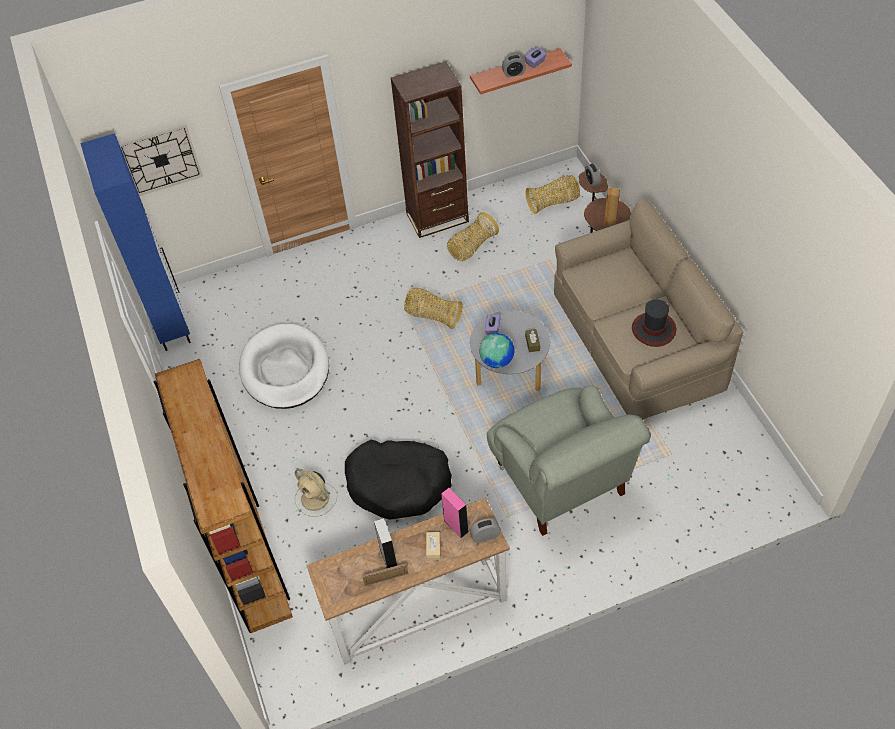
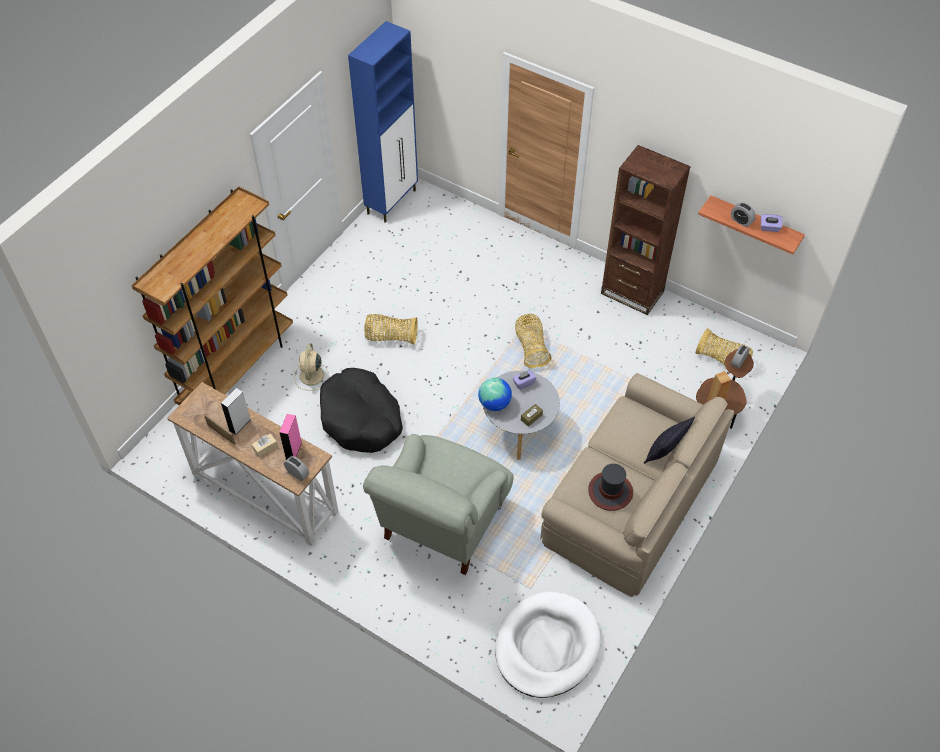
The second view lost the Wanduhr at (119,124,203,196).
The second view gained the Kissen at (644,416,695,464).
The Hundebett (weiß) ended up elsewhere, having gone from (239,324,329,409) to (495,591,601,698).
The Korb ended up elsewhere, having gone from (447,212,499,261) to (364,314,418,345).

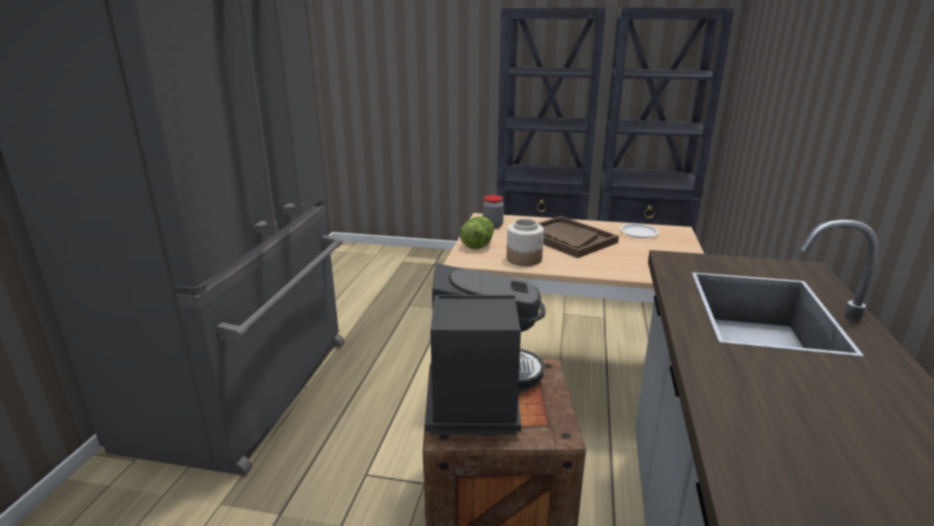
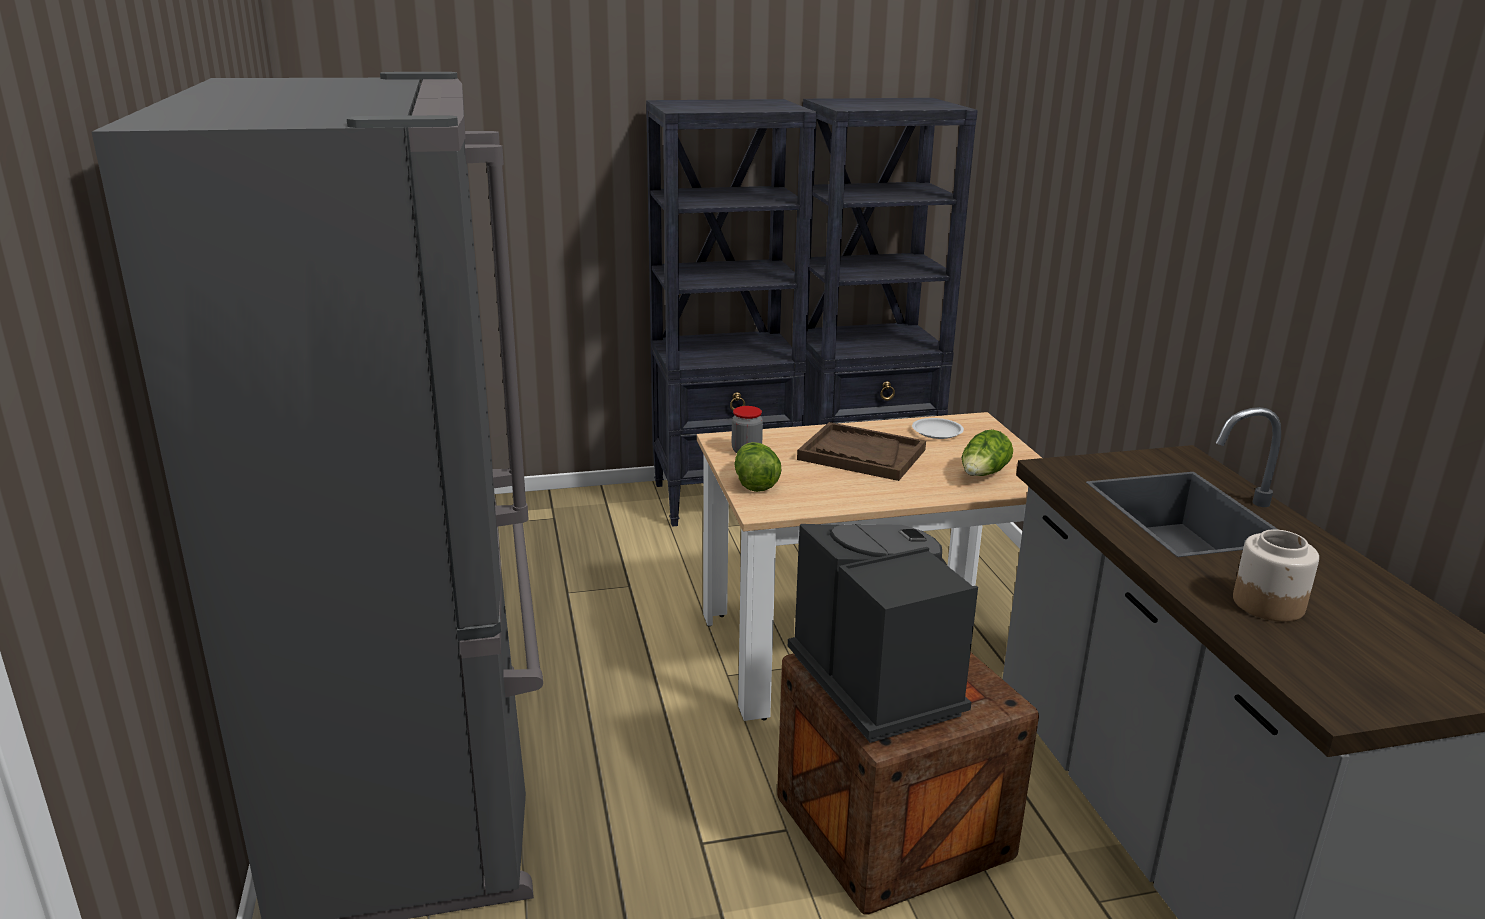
The second view gained the Salatkopf at (962,429,1013,476).
The Vorratsglas ended up elsewhere, having gone from (507,219,544,266) to (1233,529,1319,622).

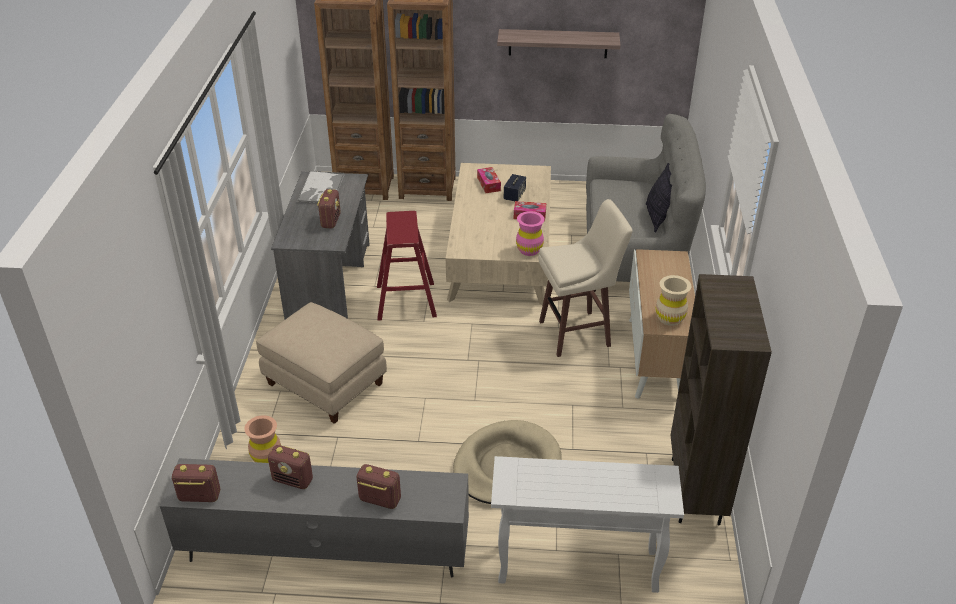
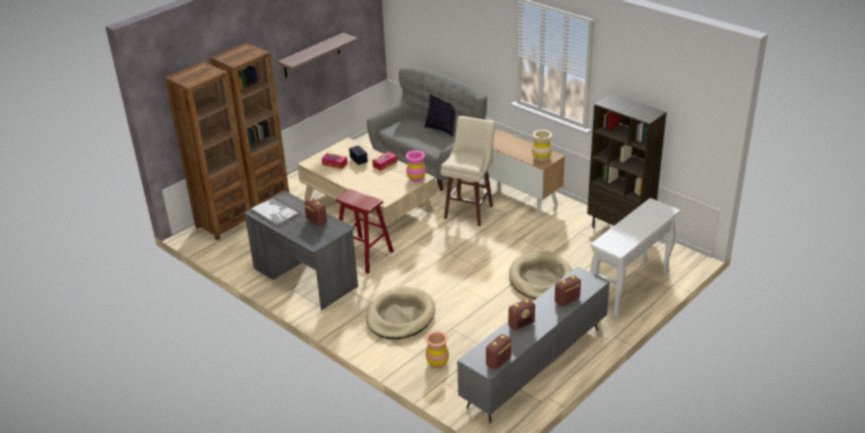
Where the Polsterhocker (beige) stood at (256,302,387,424), the Hundebett (beige) came to stand at (366,287,435,339).

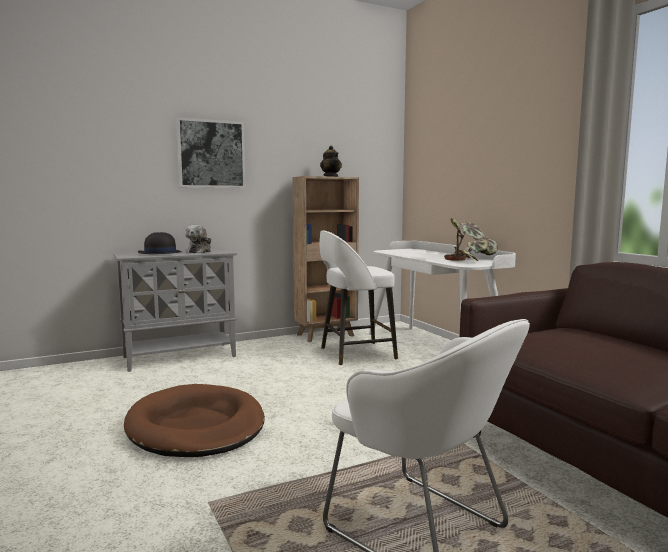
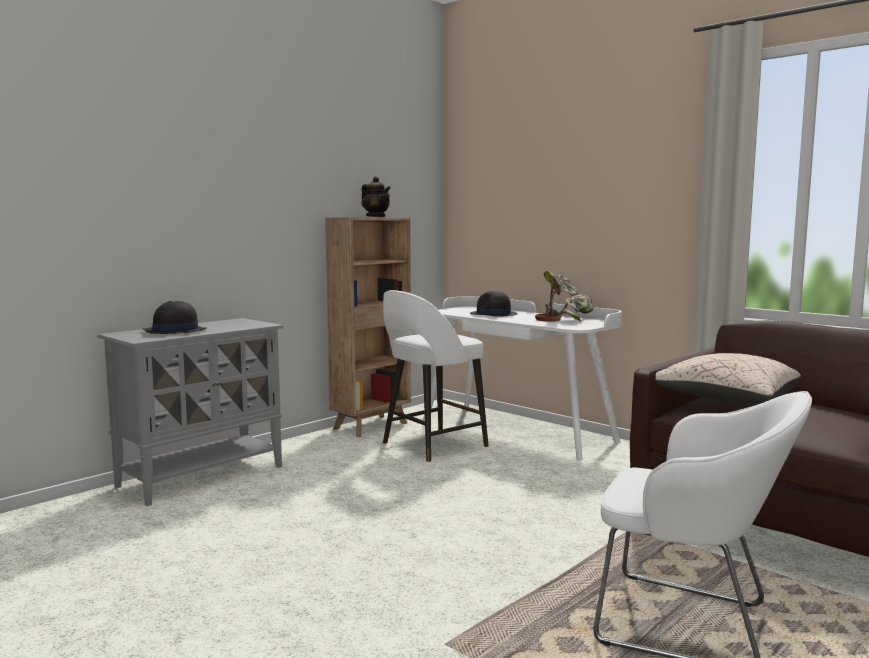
The second view lost the Hundebett (braun) at (124,384,265,457).
The second view lost the Bild at (176,117,246,188).
The second view lost the Plüschtier at (185,225,211,253).
The second view gained the Hut (schwarz) at (470,291,518,317).
The second view gained the Kissen (beige) at (656,353,801,405).

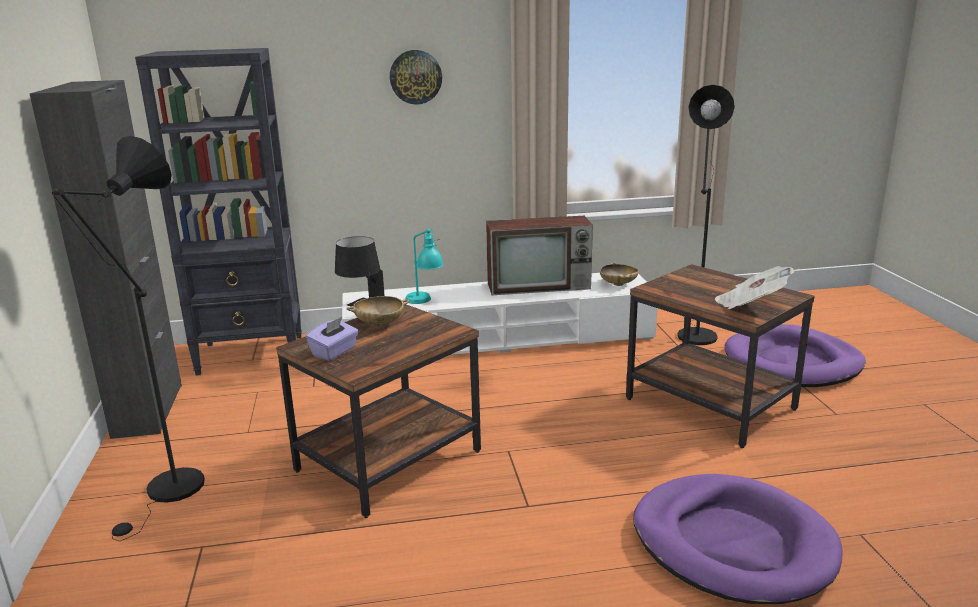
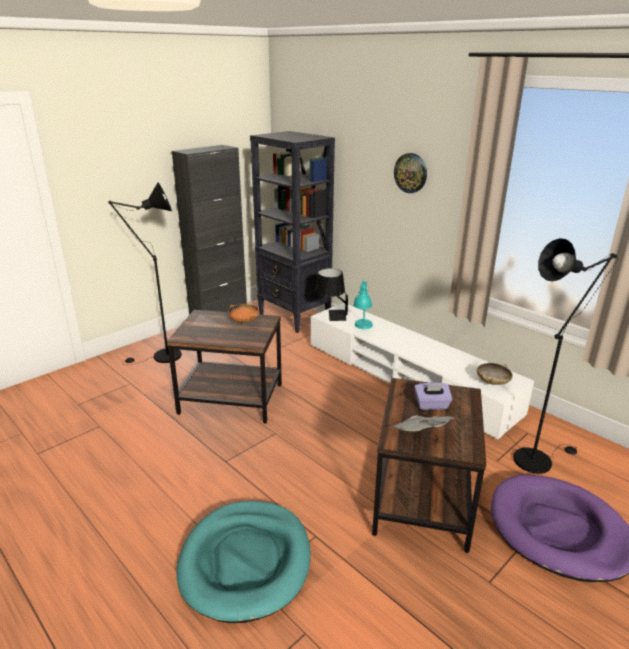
The second view lost the Fernseher at (486,216,593,295).
The Taschentuchbox (lila) ended up elsewhere, having gone from (306,317,359,361) to (414,382,453,410).
What was the Schüssel (beige) at (347,296,409,327) turned into the Schüssel (orange) at (228,304,259,324).
What was the Hundebett (lila) at (633,474,843,604) turned into the Hundebett (türkis) at (176,501,311,623).

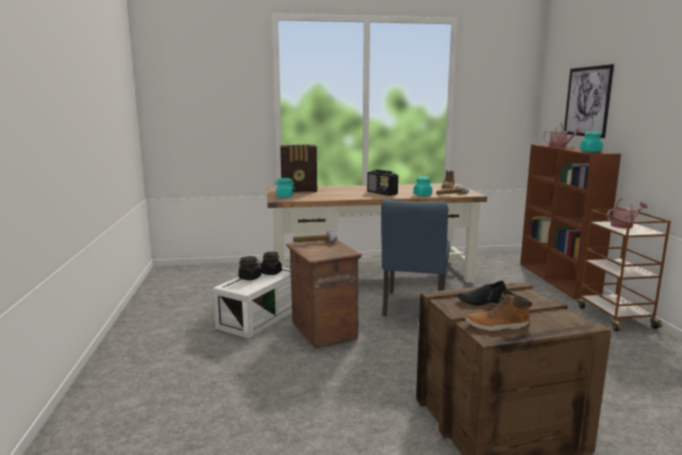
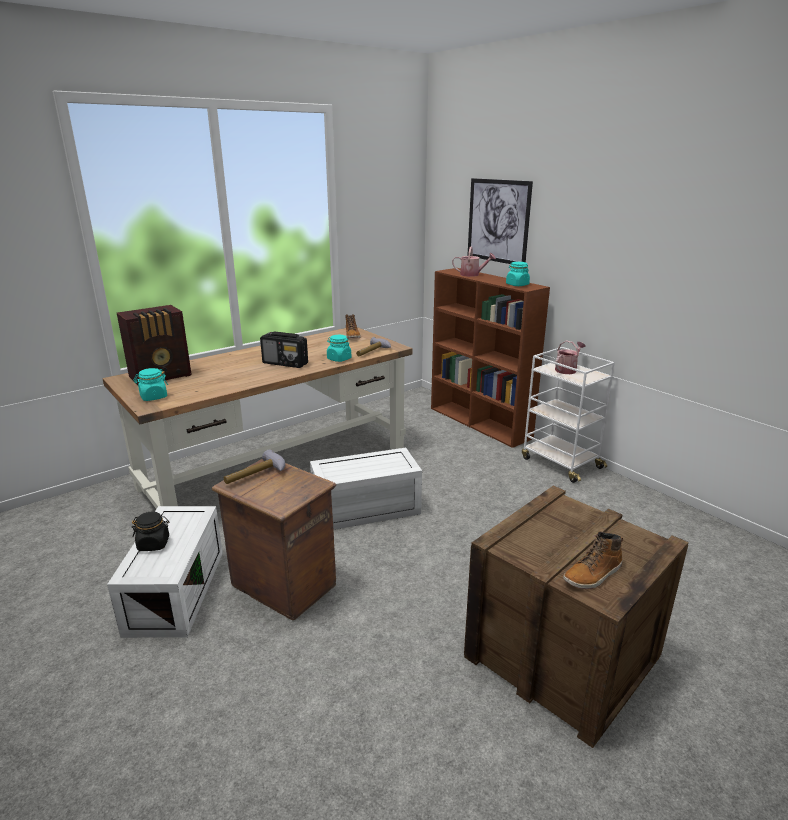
The second view lost the Vorratsglas (schwarz) at (260,252,282,275).
The second view lost the Schuh (schwarz) at (457,281,507,306).
Where the Stuhl (blau) stood at (381,199,450,316), the Aufbewahrungsbox (weiß) came to stand at (310,448,422,530).
What was the Rollwagen (braun) at (578,209,671,331) turned into the Rollwagen (weiß) at (522,347,615,483).

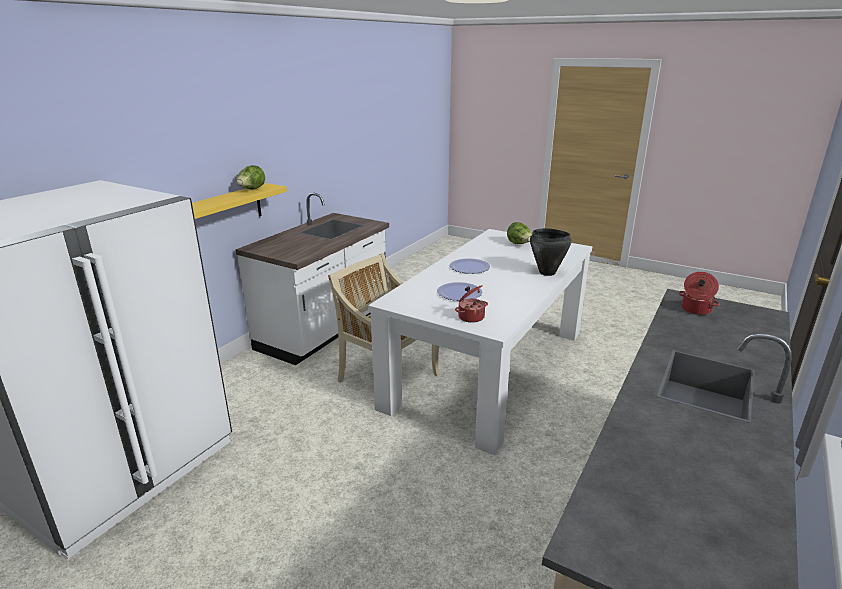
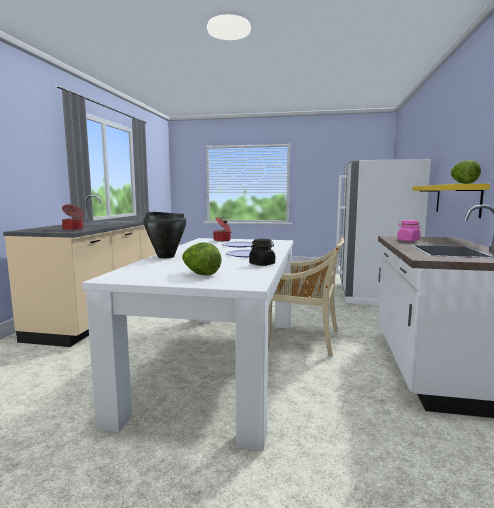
The second view gained the Vorratsglas (schwarz) at (249,239,275,266).
The second view gained the Vorratsglas (rosa) at (397,220,420,241).

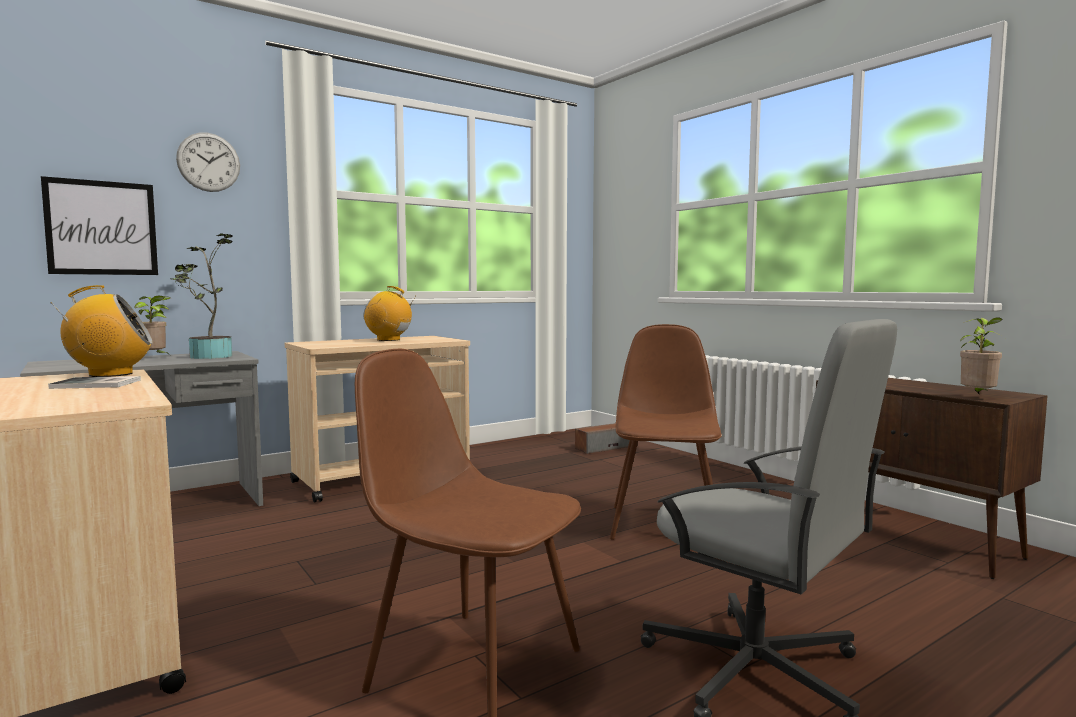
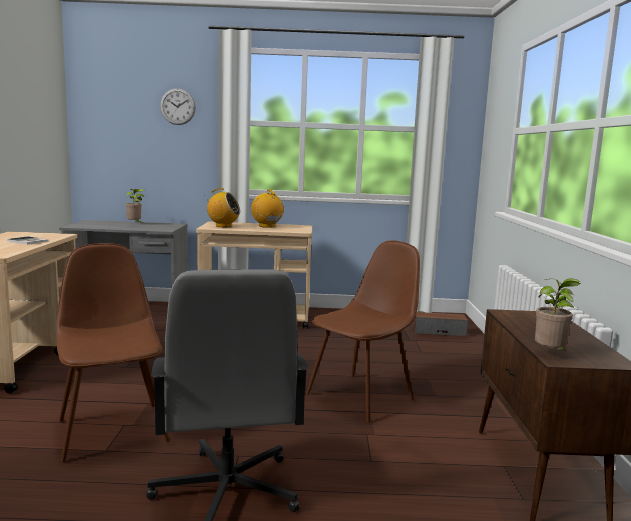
The second view lost the Bild at (41,176,158,275).
The second view lost the Topfpflanze at (170,233,233,359).
The Radio ended up elsewhere, having gone from (51,285,153,377) to (204,188,240,227).

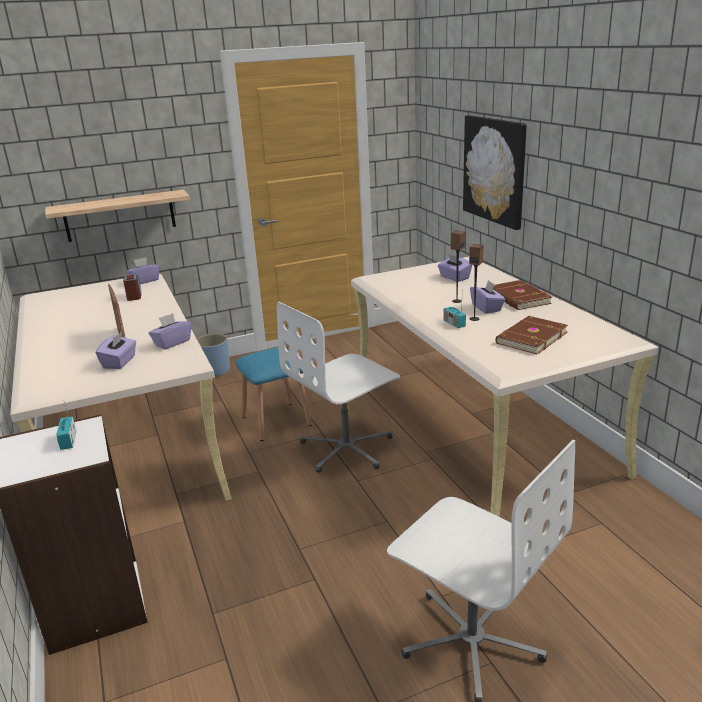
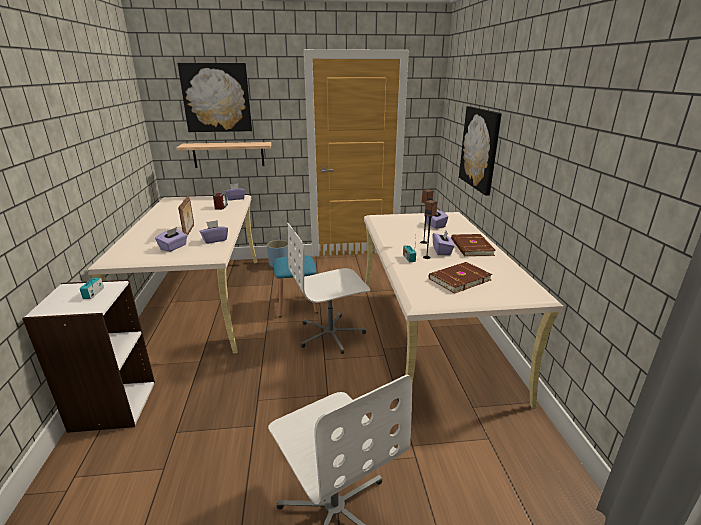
The second view gained the Bild at (178,63,252,132).

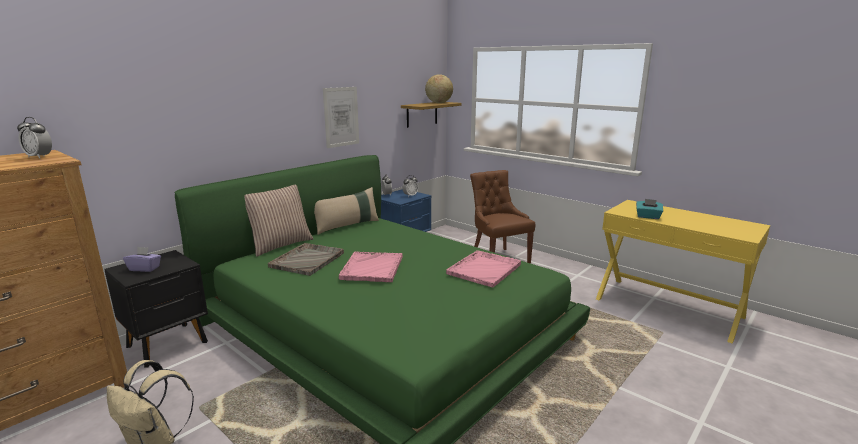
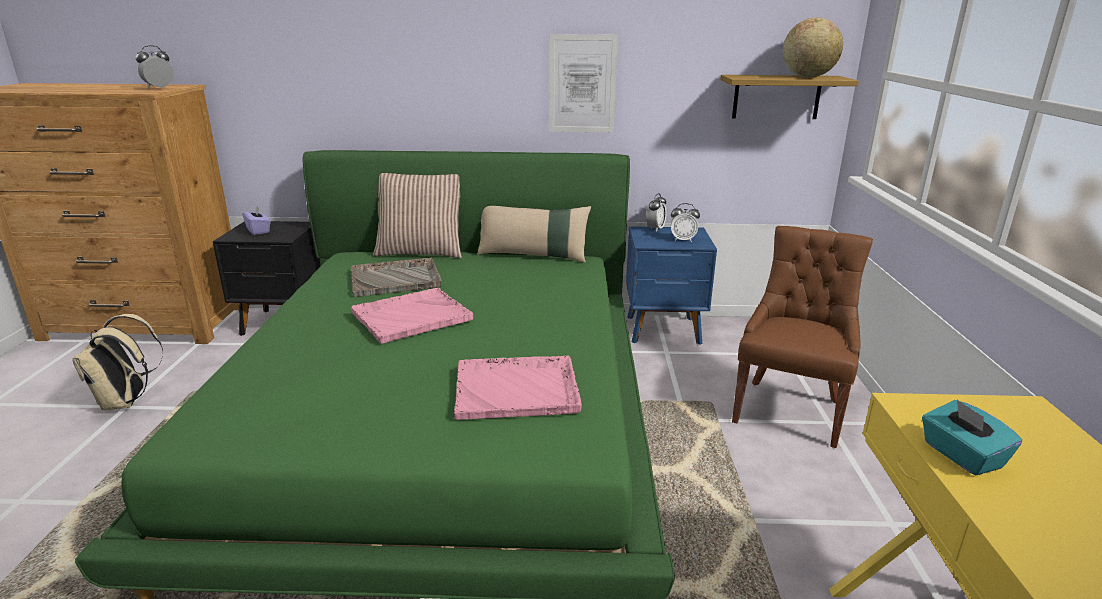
The Wecker at (17,117,52,158) ended up facing another way, 60 degrees clockwise from before.

